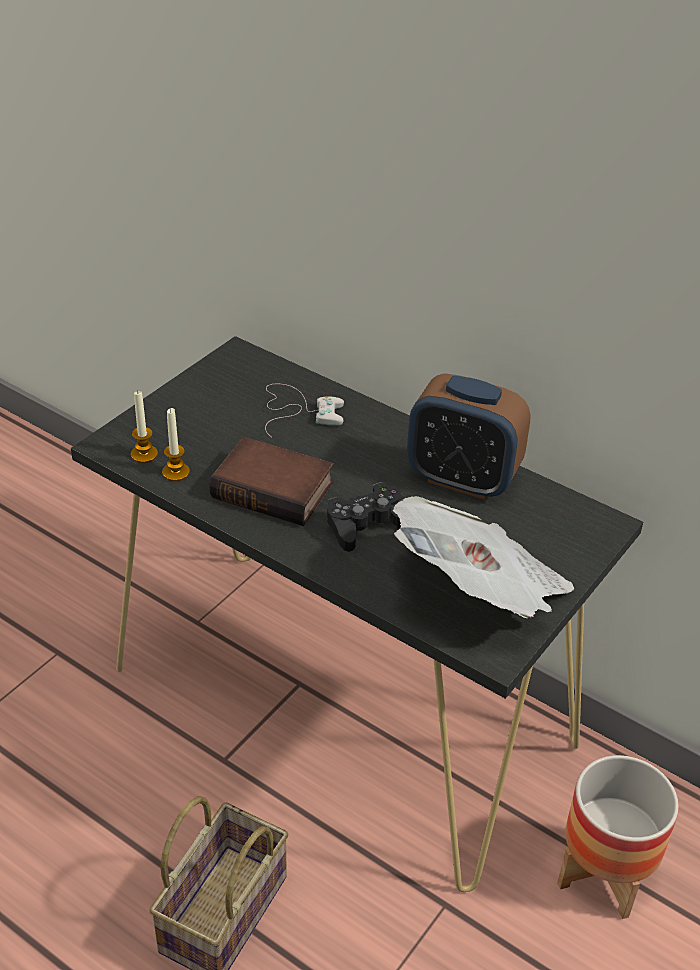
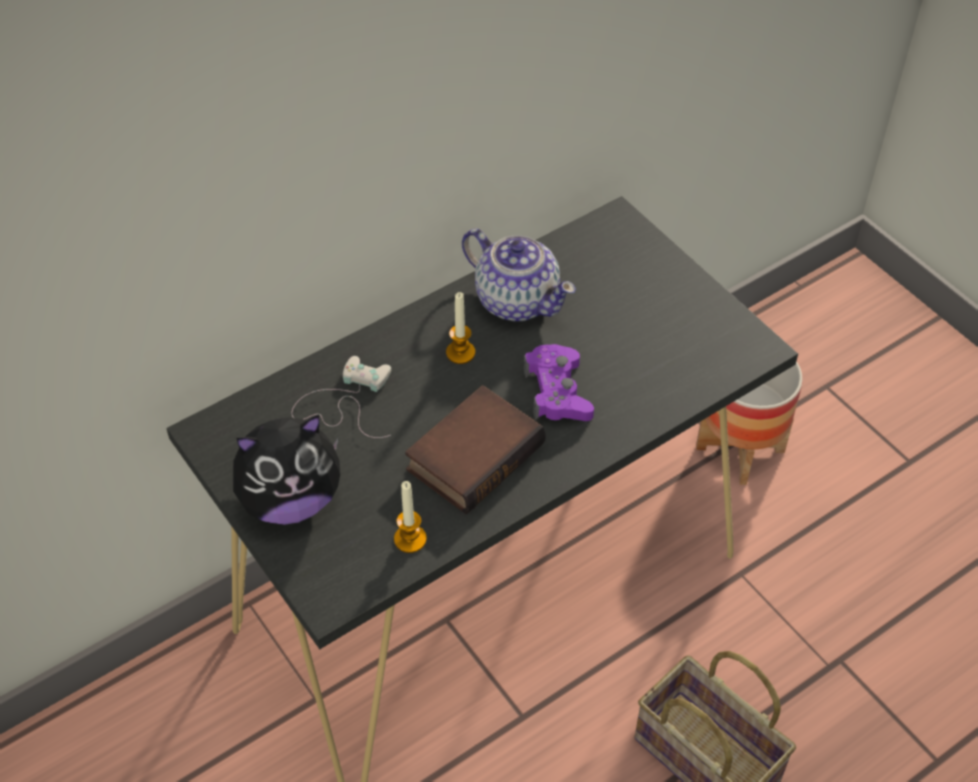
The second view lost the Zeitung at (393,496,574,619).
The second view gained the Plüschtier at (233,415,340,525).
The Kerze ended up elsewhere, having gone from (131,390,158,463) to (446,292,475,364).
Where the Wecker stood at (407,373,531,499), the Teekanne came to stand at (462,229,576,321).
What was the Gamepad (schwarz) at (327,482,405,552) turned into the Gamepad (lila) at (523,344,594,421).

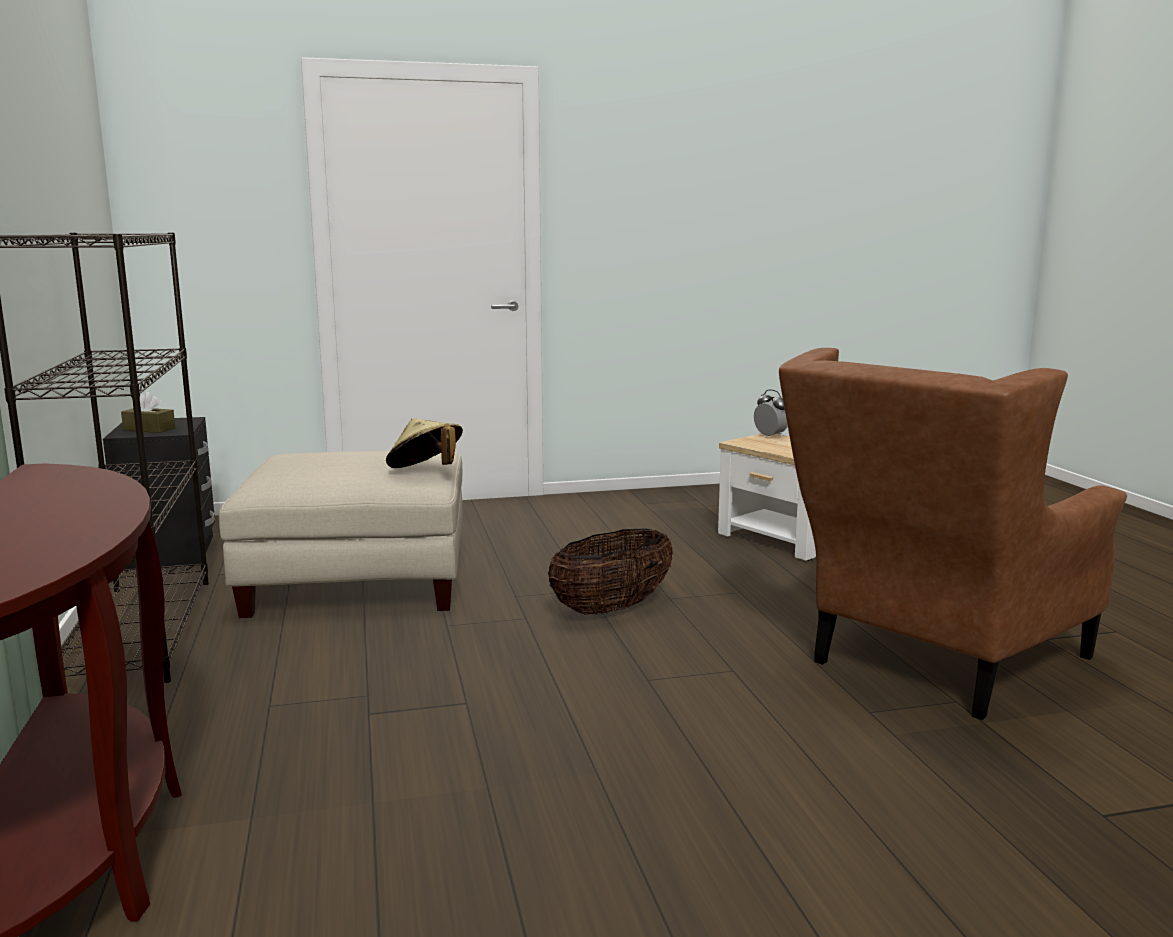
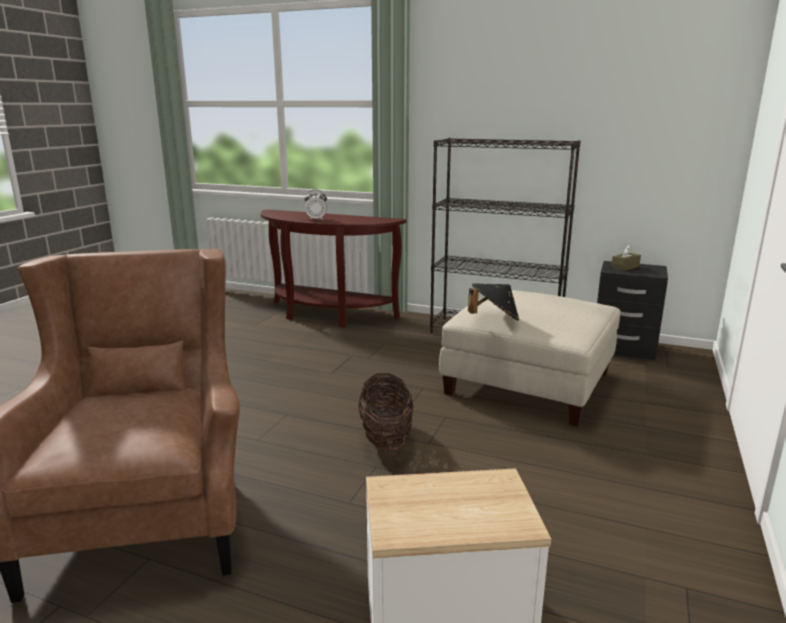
The Wecker ended up elsewhere, having gone from (754,389,788,438) to (304,190,327,220).
What was the Hut (beige) at (386,418,463,468) turned into the Hut (schwarz) at (468,283,519,321).

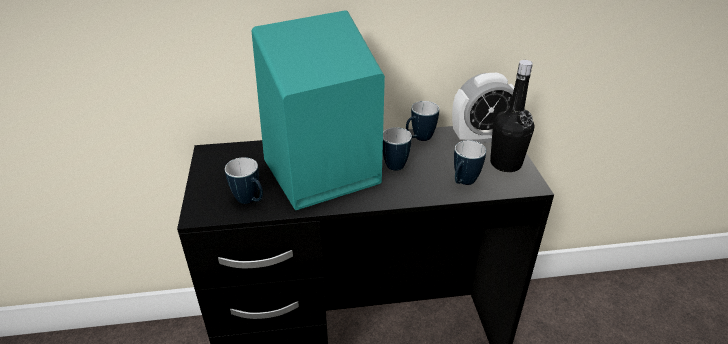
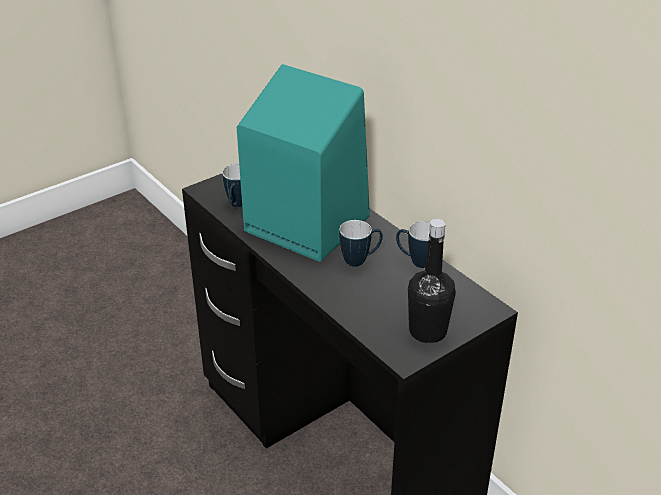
The second view lost the Wecker at (452,73,514,143).
The second view lost the Henkelbecher at (454,140,486,185).

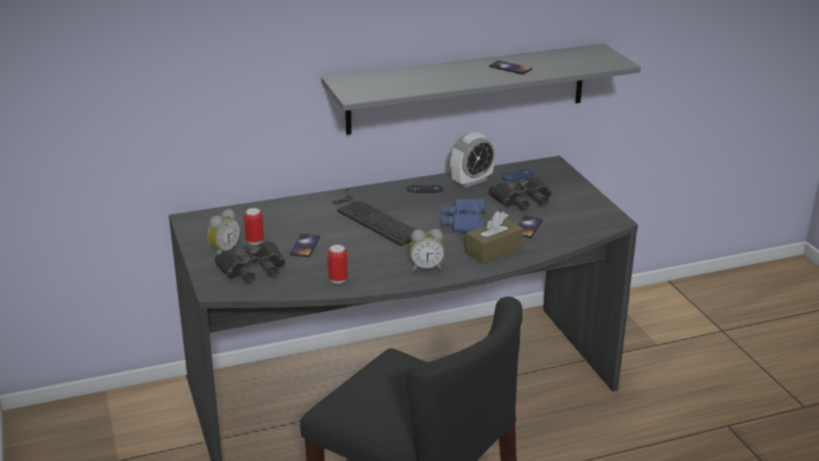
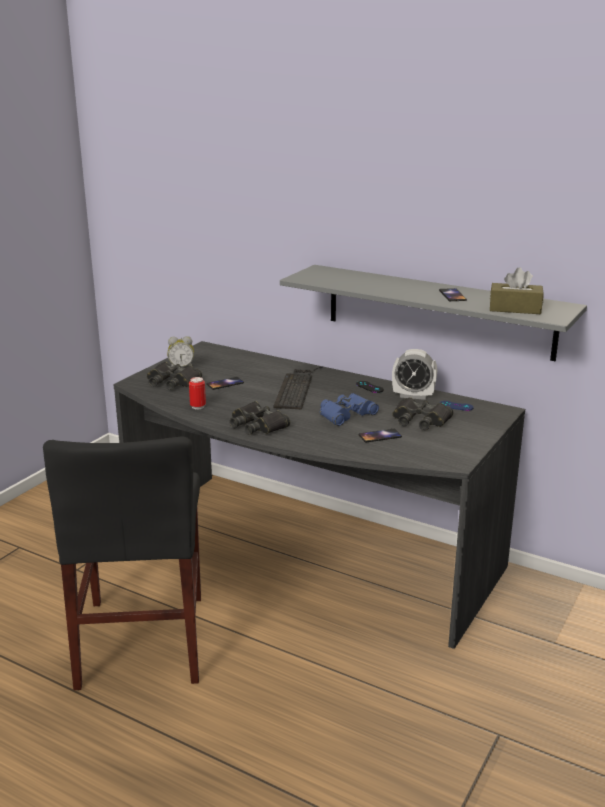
The second view lost the Dose at (244,208,264,245).
The Taschentuchbox (braun) ended up elsewhere, having gone from (465,211,523,264) to (490,267,544,314).
Where the Wecker stood at (409,229,445,272), the Fernglas (schwarz) came to stand at (230,401,290,435).

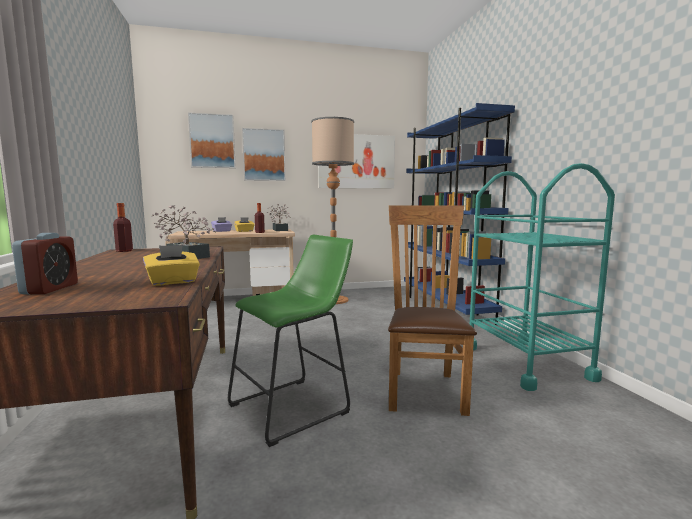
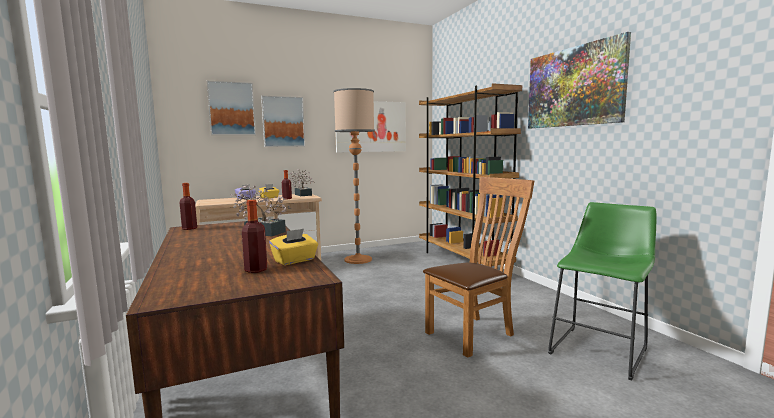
The second view lost the Wecker at (12,233,78,294).
The second view lost the Rollwagen (türkis) at (470,163,615,391).
The second view gained the Flasche at (242,200,267,273).
The second view gained the Bild at (528,32,631,128).
The Hocker (grün) ended up elsewhere, having gone from (228,235,353,447) to (548,202,657,381).
What was the Bücherregal (blau) at (404,103,515,325) turned into the Bücherregal (braun) at (419,83,522,266).
The Stuhl (braun) at (388,205,477,416) ended up facing another way, 60 degrees clockwise from before.

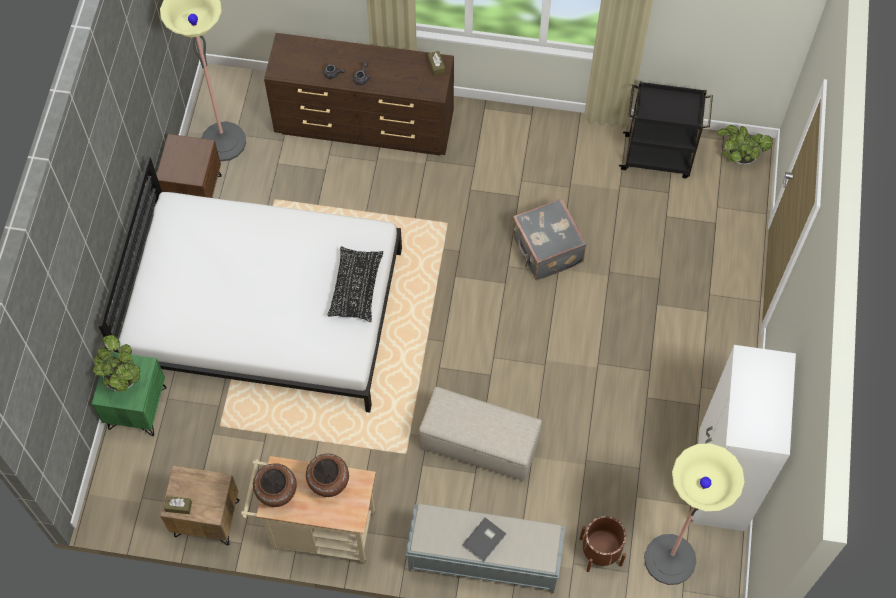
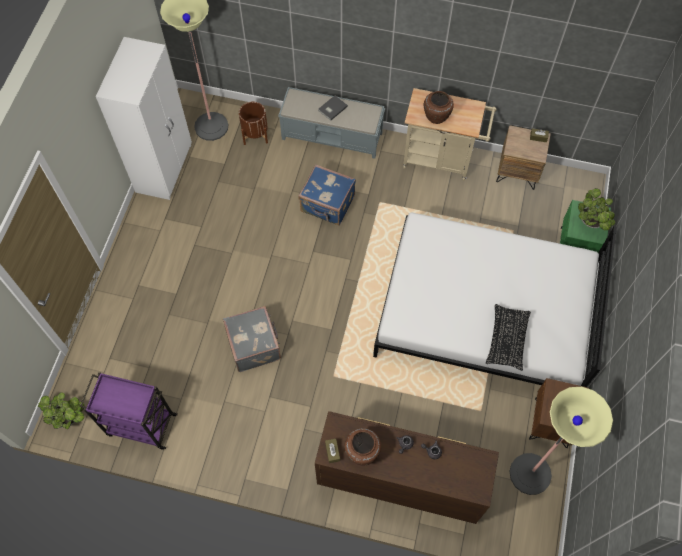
The Vase (braun) ended up elsewhere, having gone from (253,463,297,507) to (344,428,381,466).
The Kissen (schwarz) ended up elsewhere, having gone from (327,246,383,322) to (486,304,531,371).
Where the Polsterhocker (beige) stood at (419,387,542,481), the Koffer (blau) came to stand at (298,164,356,226).
What was the Rollwagen (schwarz) at (619,81,713,179) turned into the Rollwagen (lila) at (80,372,178,450).

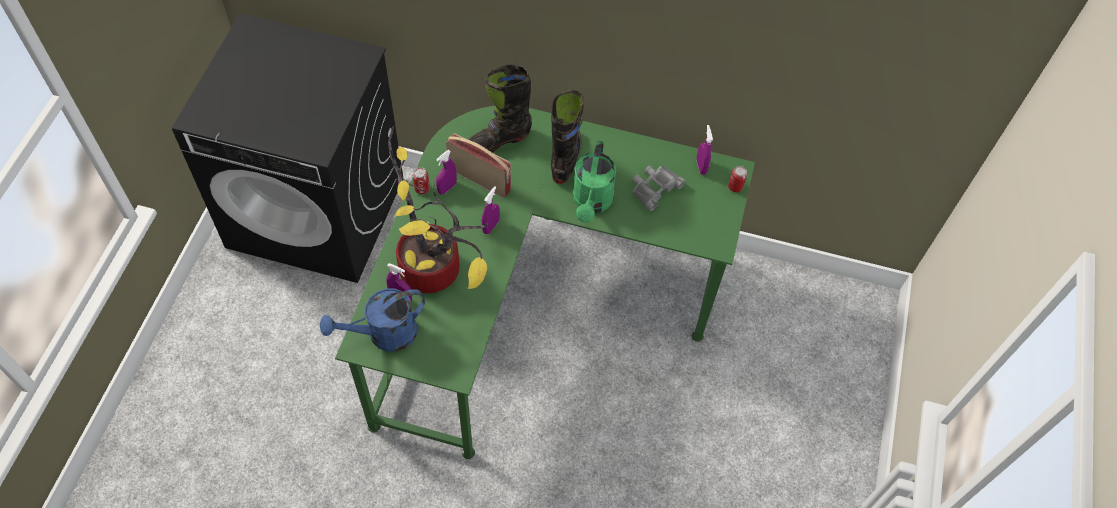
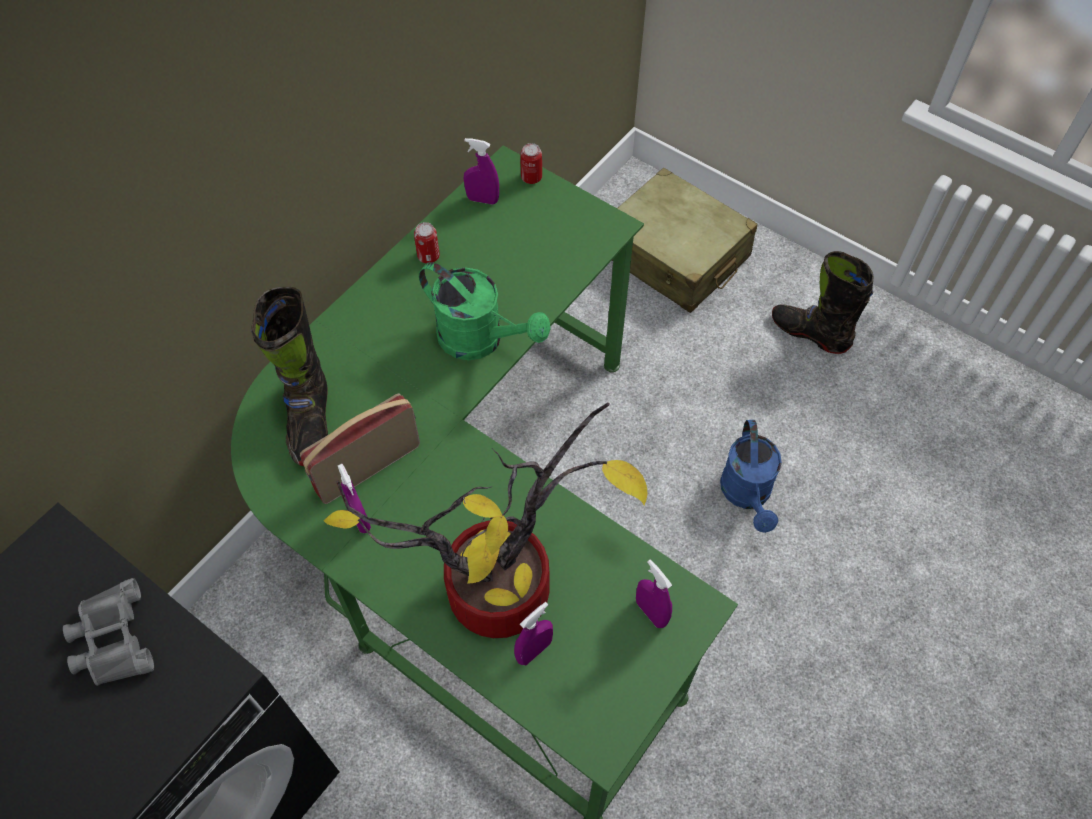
The second view gained the Koffer (beige) at (612,168,757,313).
The Gießkanne (blau) ended up elsewhere, having gone from (320,288,425,351) to (720,420,782,533).
The Dose ended up elsewhere, having gone from (413,167,430,194) to (414,222,440,263).
The Sprühflasche (lila) ended up elsewhere, having gone from (482,186,500,234) to (636,559,672,628).
The Stiefel (schwarz) ended up elsewhere, having gone from (551,90,584,184) to (772,251,874,354).
The Fernglas (grau) ended up elsewhere, having gone from (632,165,686,211) to (63,578,154,686).

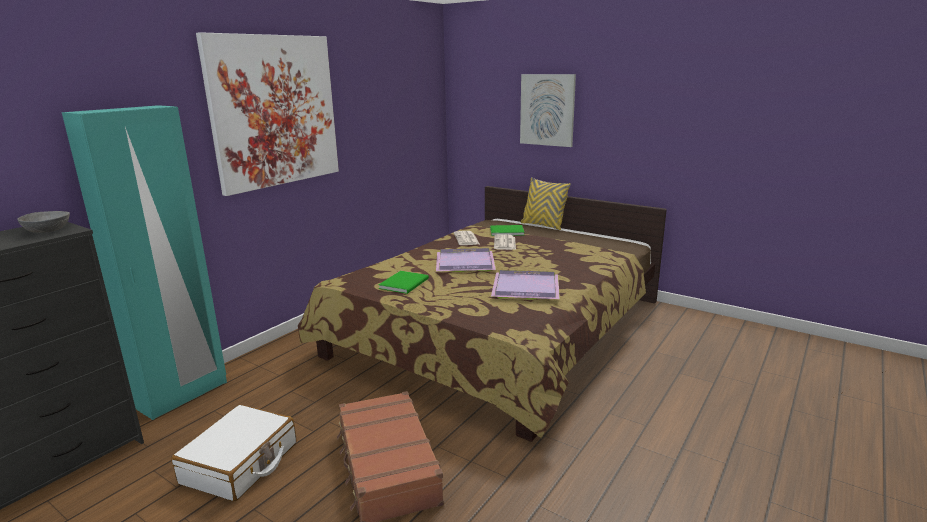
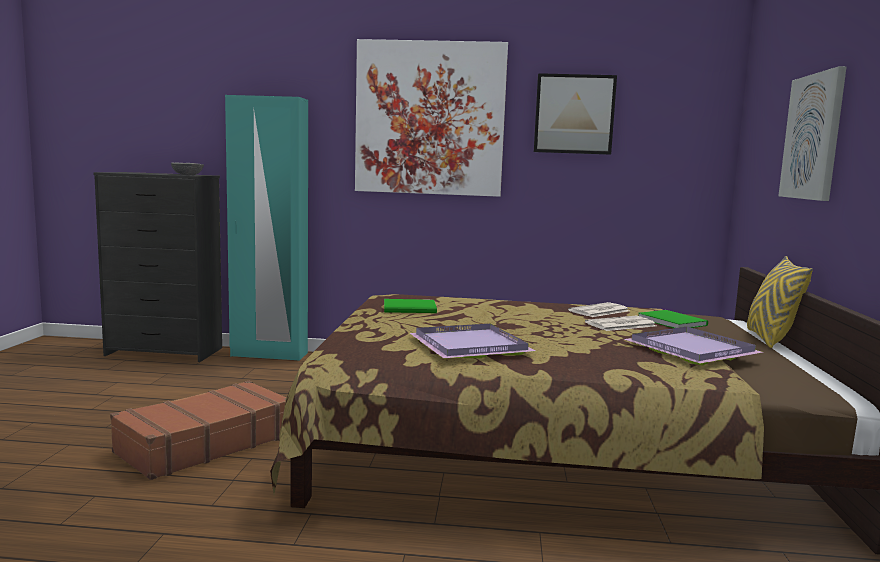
The second view lost the Koffer (weiß) at (171,405,296,502).
The second view gained the Bild at (534,73,617,155).
The Tablett (lila) ended up elsewhere, having gone from (436,248,496,272) to (624,327,763,365).

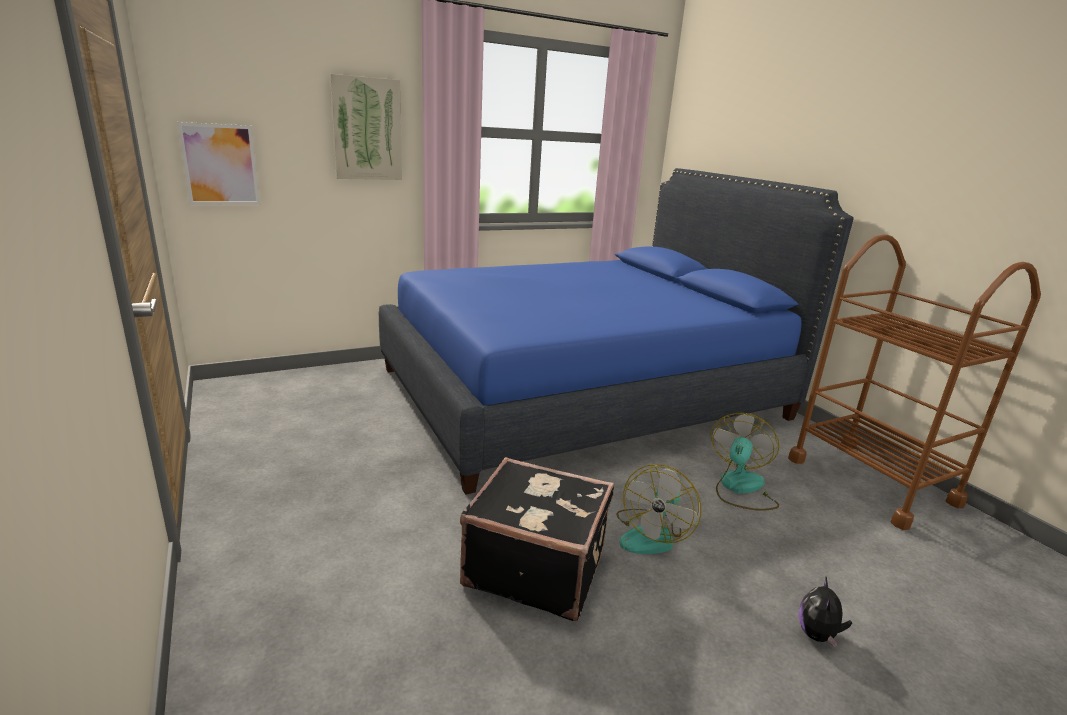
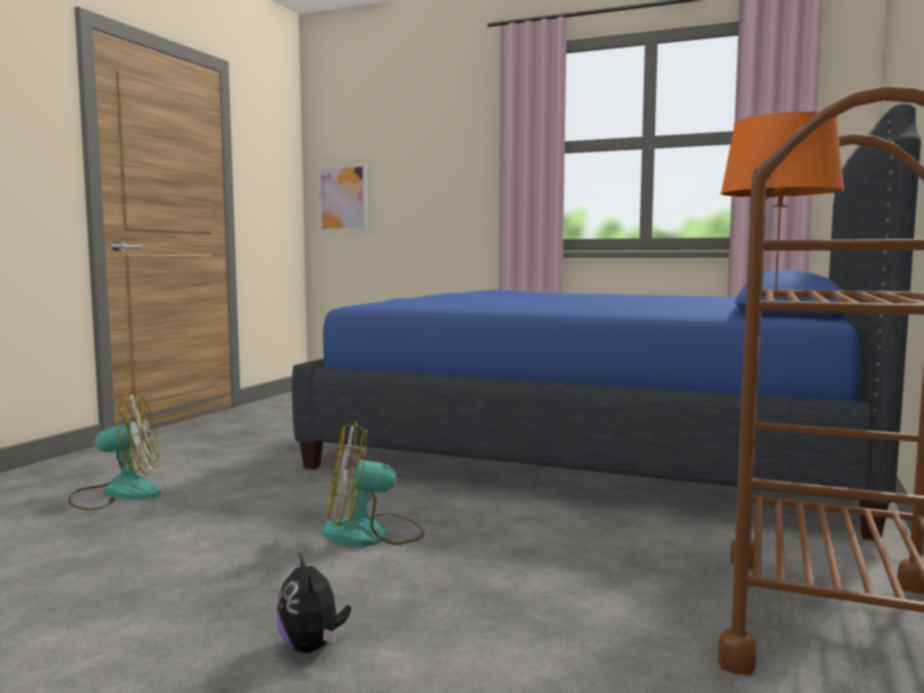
The second view lost the Bild at (330,74,402,180).
The second view lost the Koffer (schwarz) at (460,457,614,621).
The second view gained the Tischlampe (orange) at (721,112,845,296).
The Ventilator ended up elsewhere, having gone from (711,413,780,511) to (68,393,161,510).
The Plüschtier at (798,577,852,648) ended up facing another way, 90 degrees counterclockwise from before.

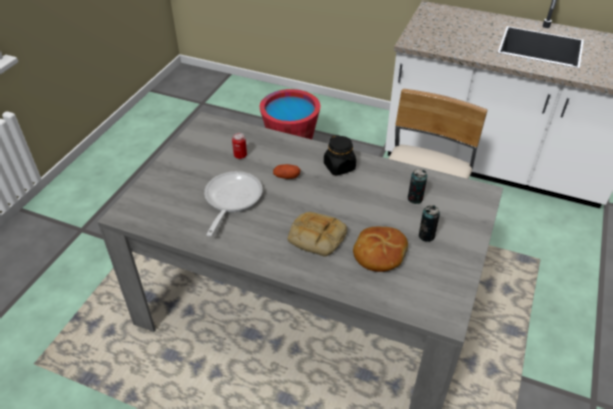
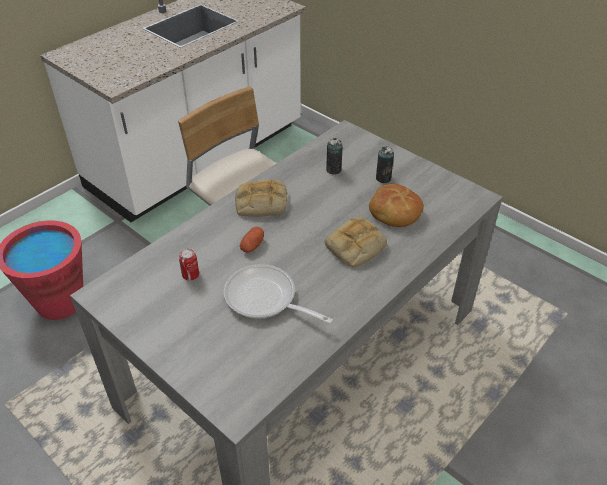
Where the Vorratsglas (schwarz) stood at (324,135,356,176), the Brot came to stand at (235,180,287,217).

